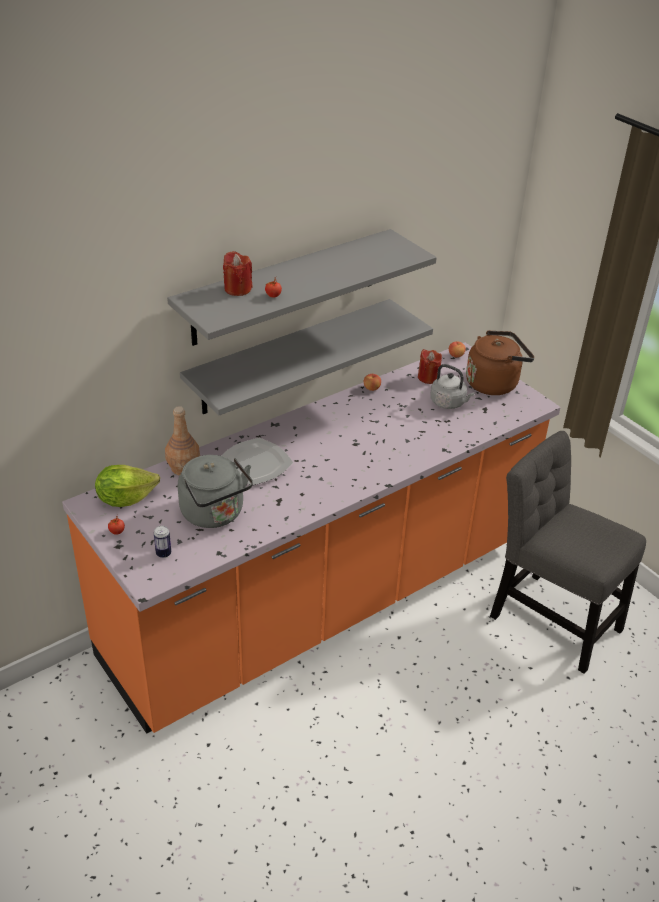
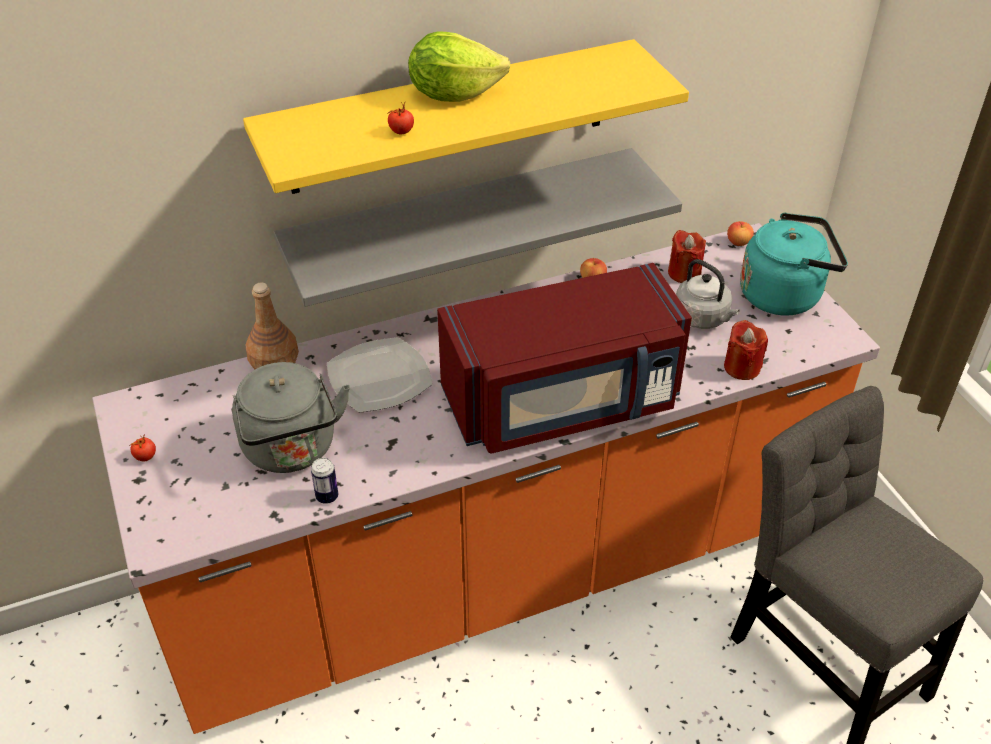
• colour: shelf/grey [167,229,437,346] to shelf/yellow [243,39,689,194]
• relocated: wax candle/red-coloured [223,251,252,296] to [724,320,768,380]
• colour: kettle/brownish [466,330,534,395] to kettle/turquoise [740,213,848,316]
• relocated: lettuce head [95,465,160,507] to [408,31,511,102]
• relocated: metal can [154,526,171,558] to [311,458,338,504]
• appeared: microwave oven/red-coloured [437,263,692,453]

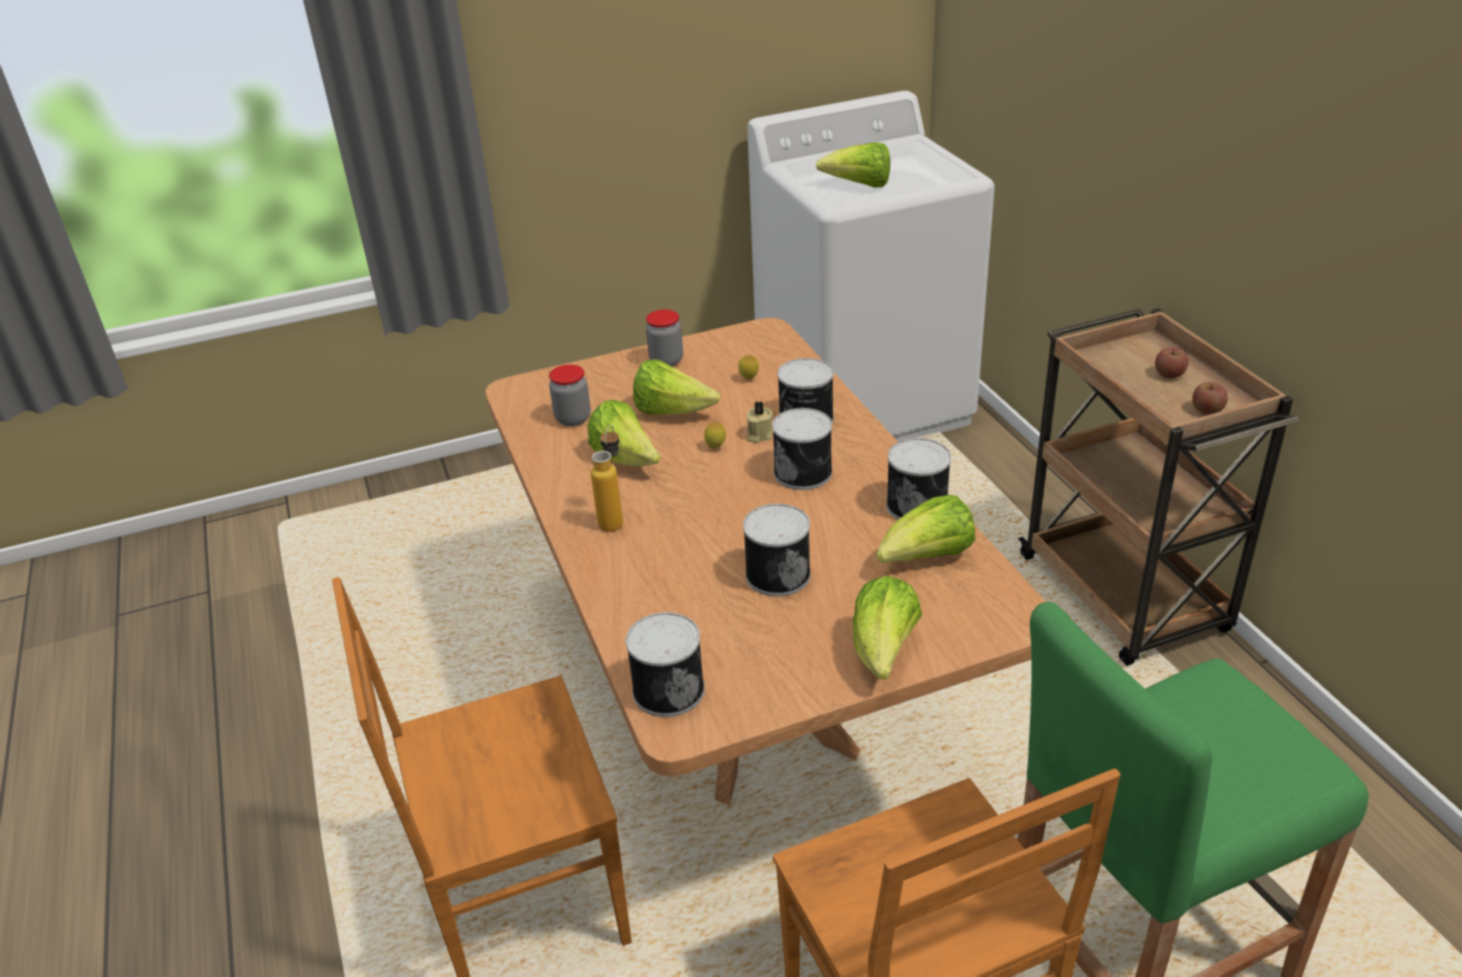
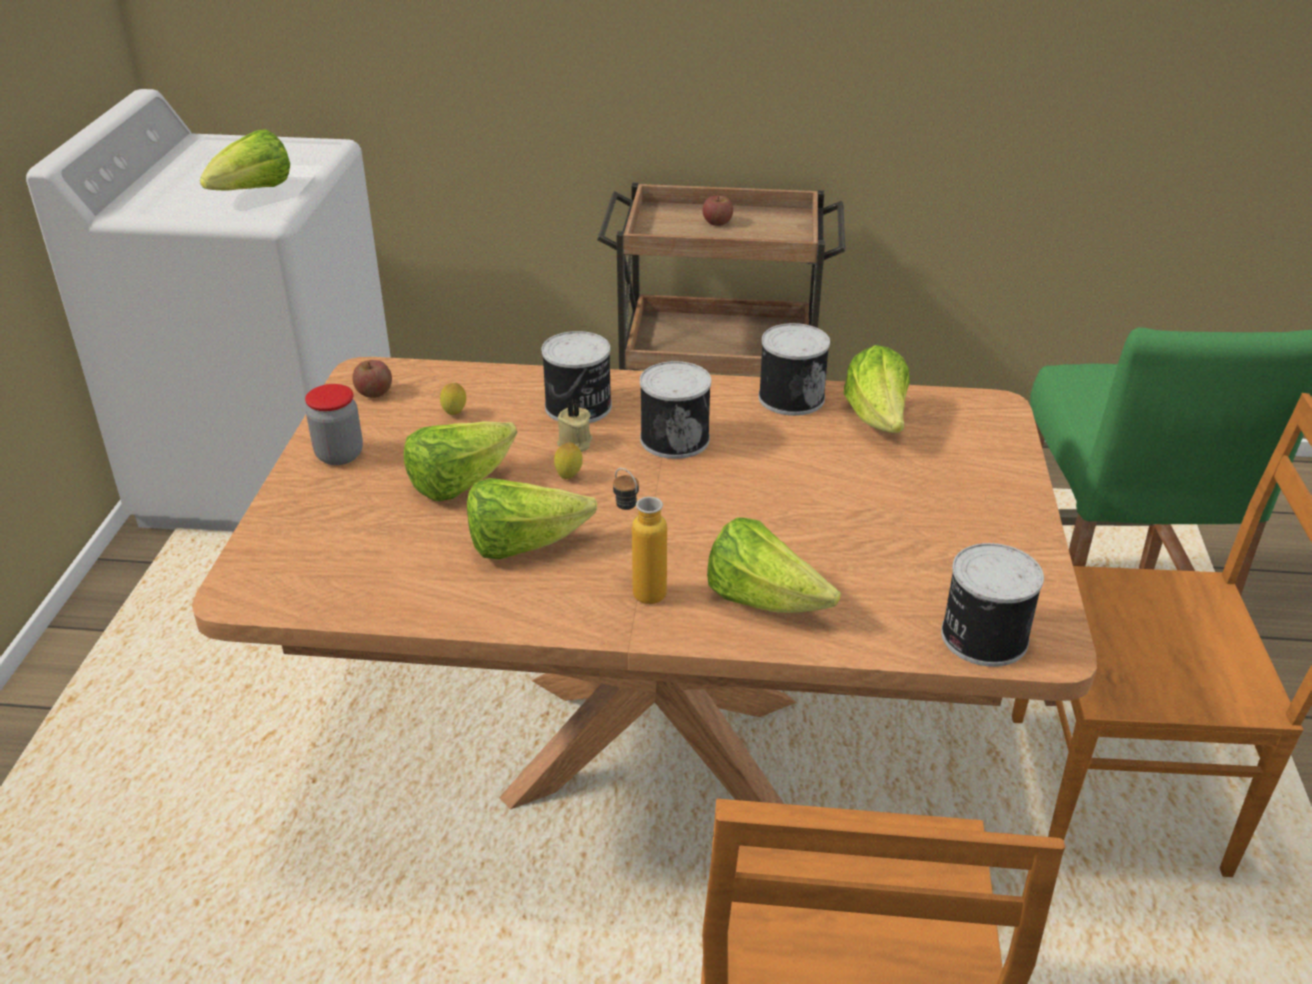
• missing: jar [549,365,591,426]
• relocated: apple fruit [1192,382,1228,415] to [352,360,392,398]
• missing: metal can [743,504,811,596]
• relocated: lettuce head [853,576,922,679] to [707,517,841,613]

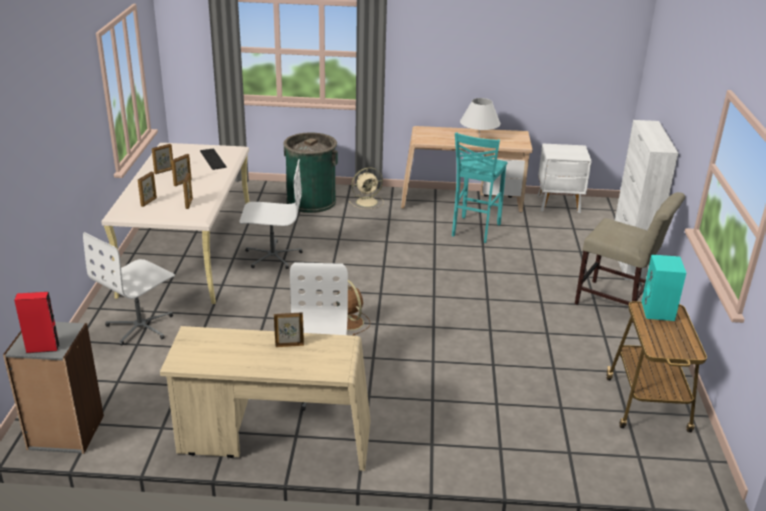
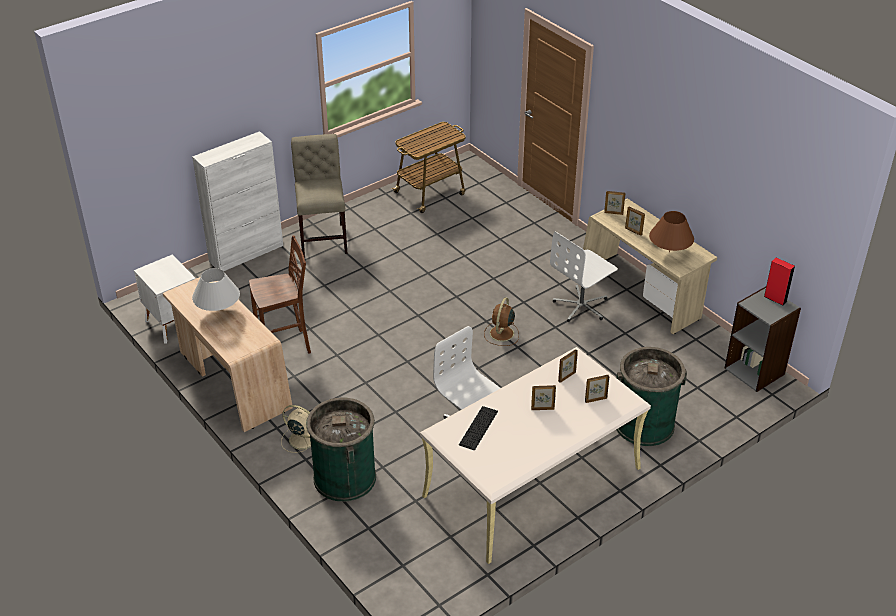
• colour: stool seat/turquoise [452,132,508,243] to stool seat/brownish [249,236,311,354]
• relocated: photo frame [152,144,173,174] to [604,191,625,215]
• exchanged: office chair/whitish [83,232,175,345] to trash can/green [616,347,687,446]
• missing: speaker/turquoise [641,254,686,321]
• appeared: lamp for a table/brownish [649,211,694,252]

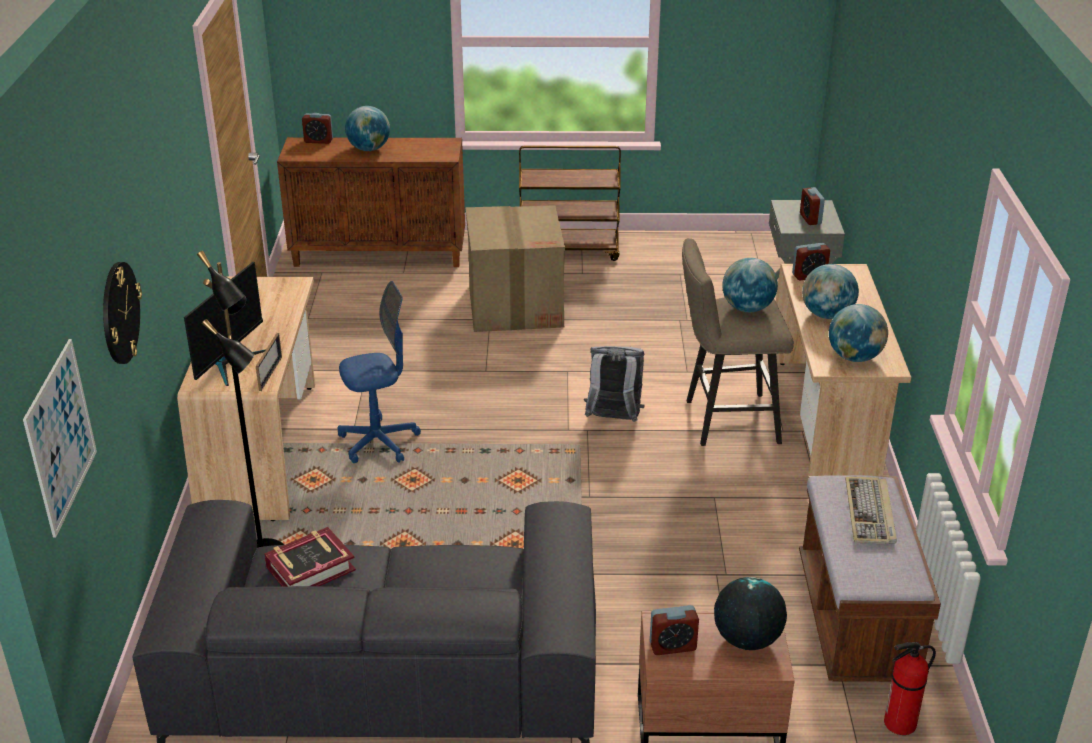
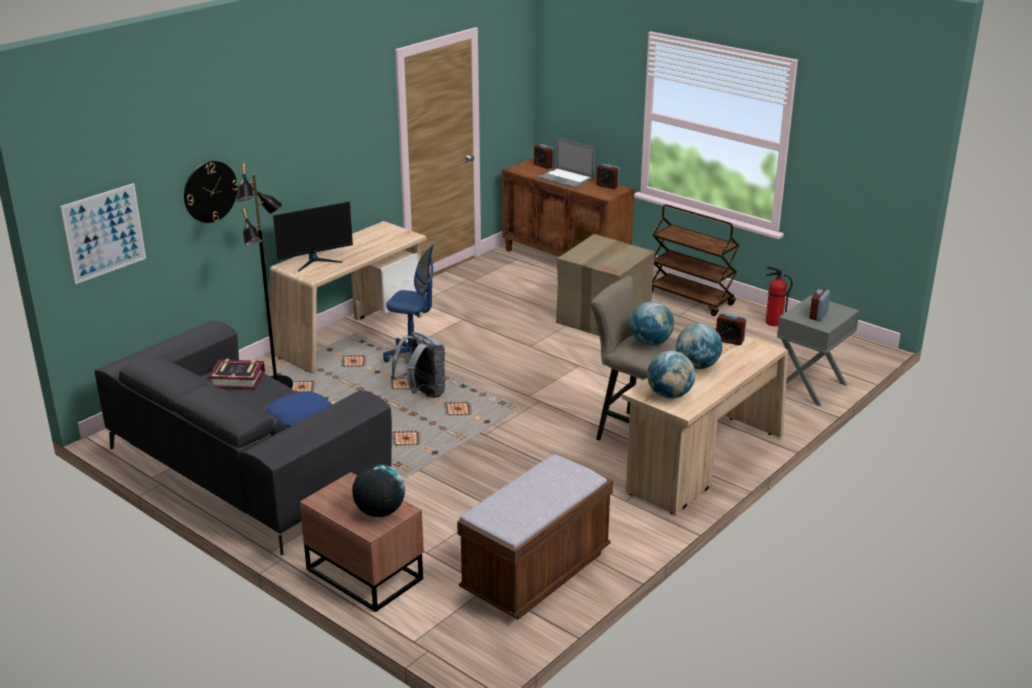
• exchanged: world globe [345,106,390,151] to notebook computer [537,138,595,188]
• missing: photo frame [256,333,282,391]
• relocated: rucksack/grey [584,346,644,422] to [391,332,445,398]
• missing: computer keyboard [845,477,897,544]
• relocated: alarm clock [650,605,699,655] to [596,164,619,189]
• relocated: fire-fighting cylinder [884,642,936,735] to [765,267,793,326]
• appeared: throw pillow/blue [266,392,333,427]

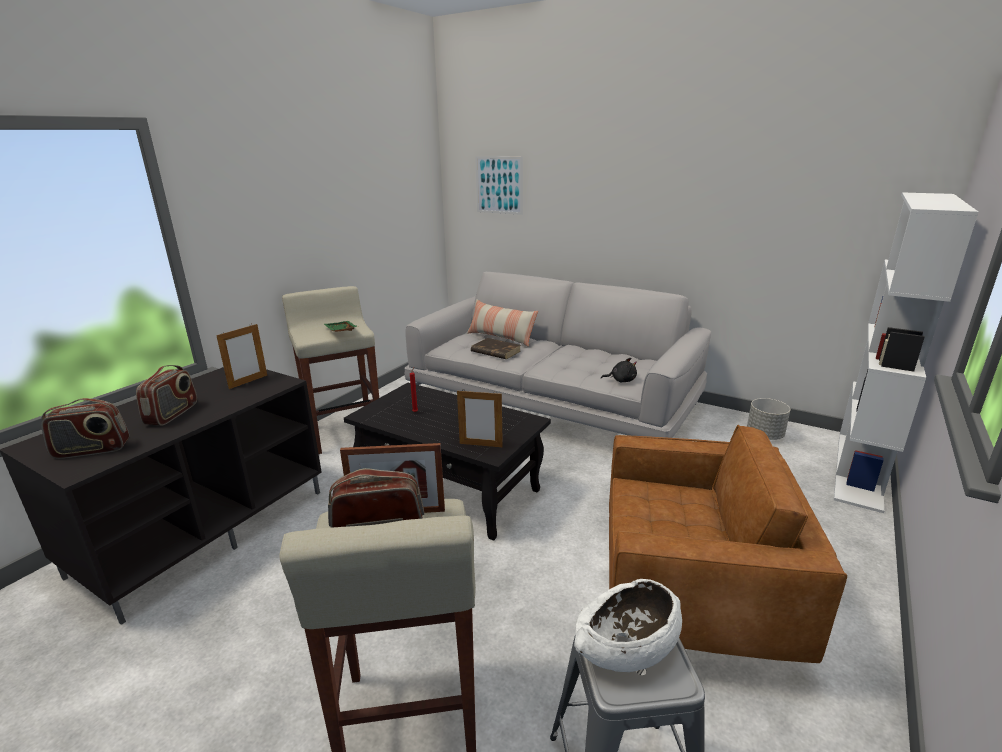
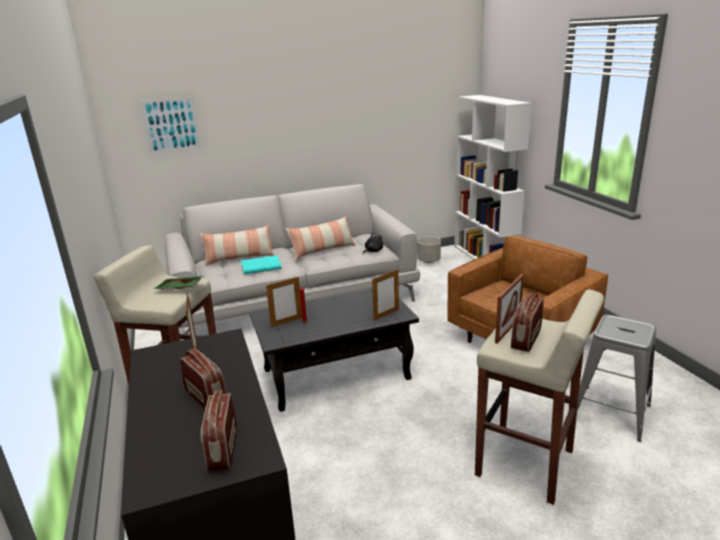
• colour: bound book/brownish [471,338,521,359] to bound book/turquoise [241,255,282,274]
• spun: radio [41,398,129,459] = [201,390,237,472] 150 degrees clockwise
• missing: bowl/whitish [574,579,682,672]
• appeared: throw pillow [285,216,356,261]
• appeared: photo frame [266,277,302,327]

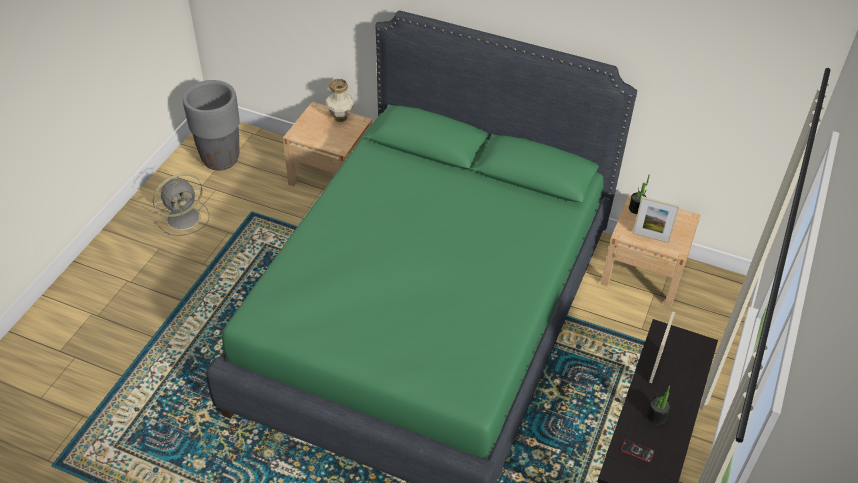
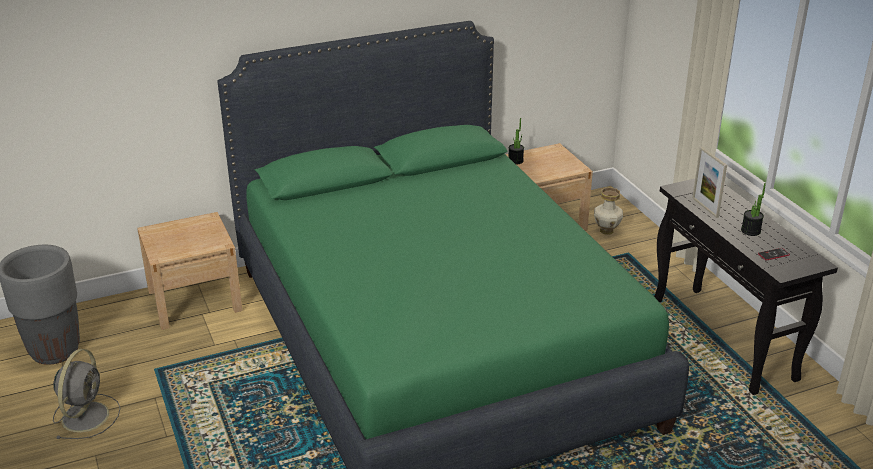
• relocated: vase [325,79,354,122] to [594,187,623,235]
• missing: photo frame [633,196,679,243]

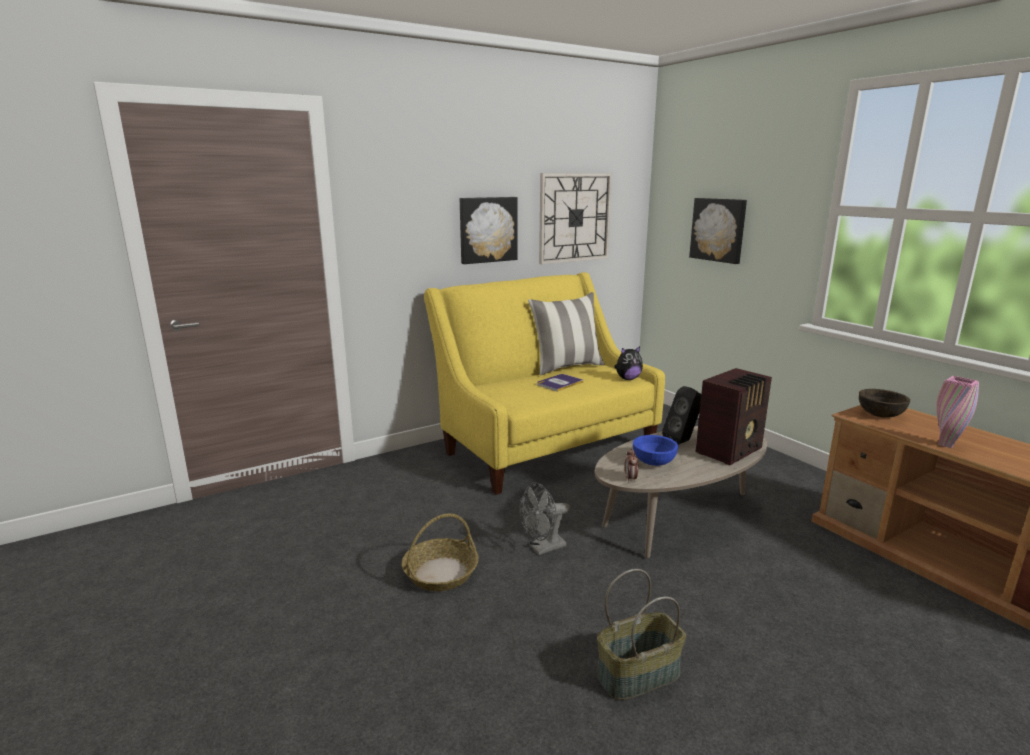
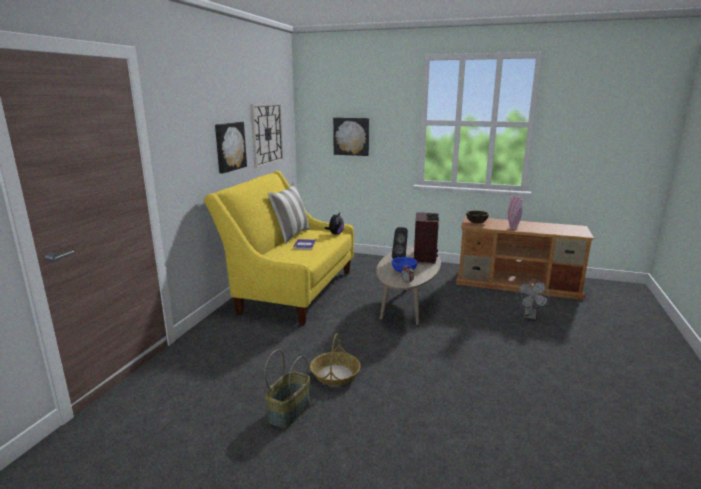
• relocated: fan/grey [519,482,570,555] to [516,279,551,319]
• relocated: household basket [597,569,686,700] to [264,349,310,428]

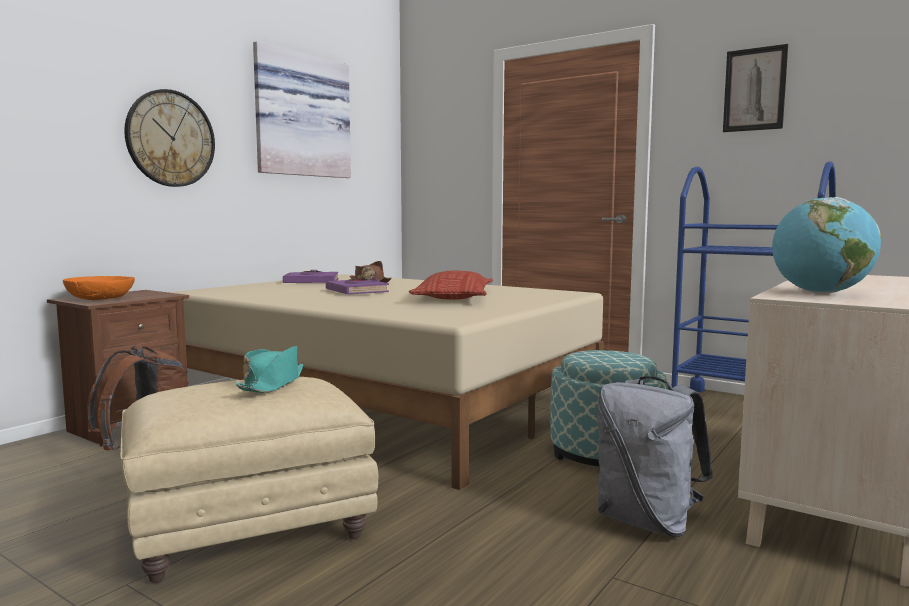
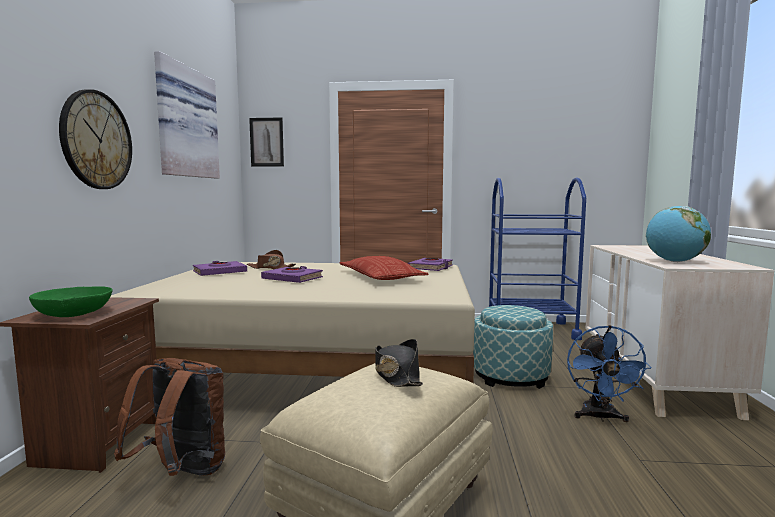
• relocated: wall picture [723,44,788,132] to [249,117,284,167]
• colour: bowl/orange [63,276,135,300] to bowl/green [29,286,113,317]
• colour: clothing hat/turquoise [236,346,303,393] to clothing hat/black-coloured [375,339,423,387]
• exchanged: rucksack/grey [597,376,713,537] to fan/blue [567,325,652,422]
• appeared: bound book/purplish [408,258,453,271]

